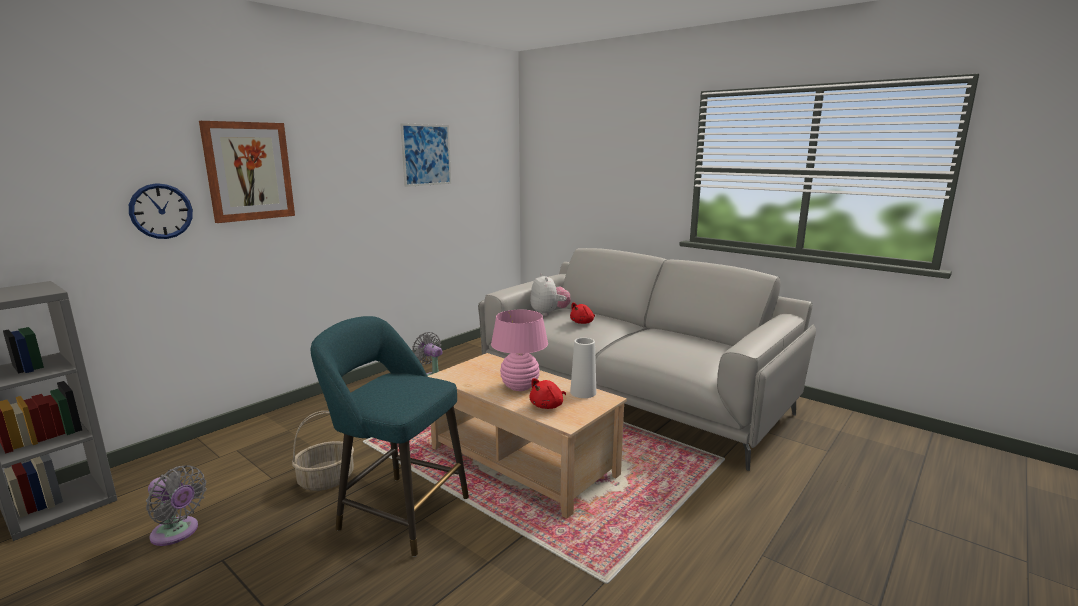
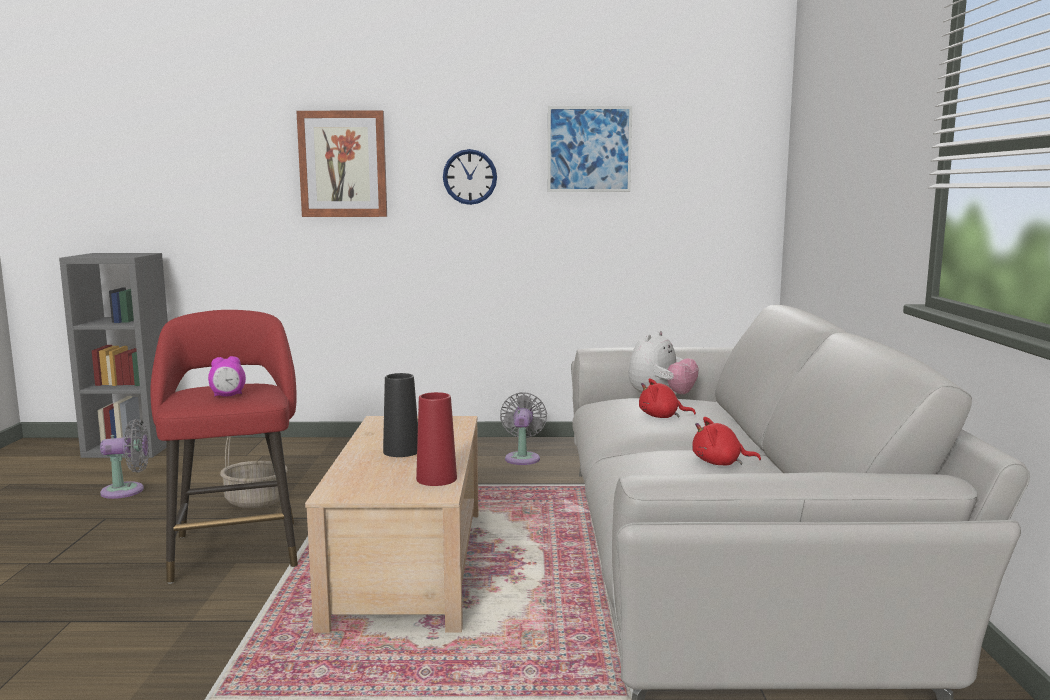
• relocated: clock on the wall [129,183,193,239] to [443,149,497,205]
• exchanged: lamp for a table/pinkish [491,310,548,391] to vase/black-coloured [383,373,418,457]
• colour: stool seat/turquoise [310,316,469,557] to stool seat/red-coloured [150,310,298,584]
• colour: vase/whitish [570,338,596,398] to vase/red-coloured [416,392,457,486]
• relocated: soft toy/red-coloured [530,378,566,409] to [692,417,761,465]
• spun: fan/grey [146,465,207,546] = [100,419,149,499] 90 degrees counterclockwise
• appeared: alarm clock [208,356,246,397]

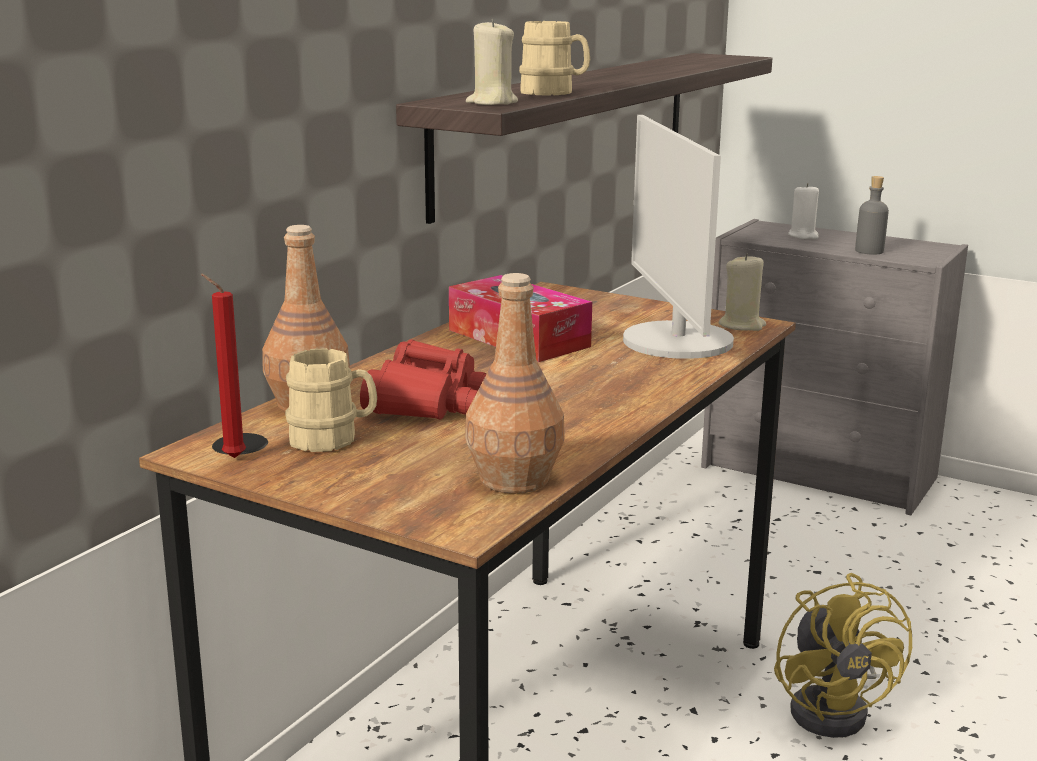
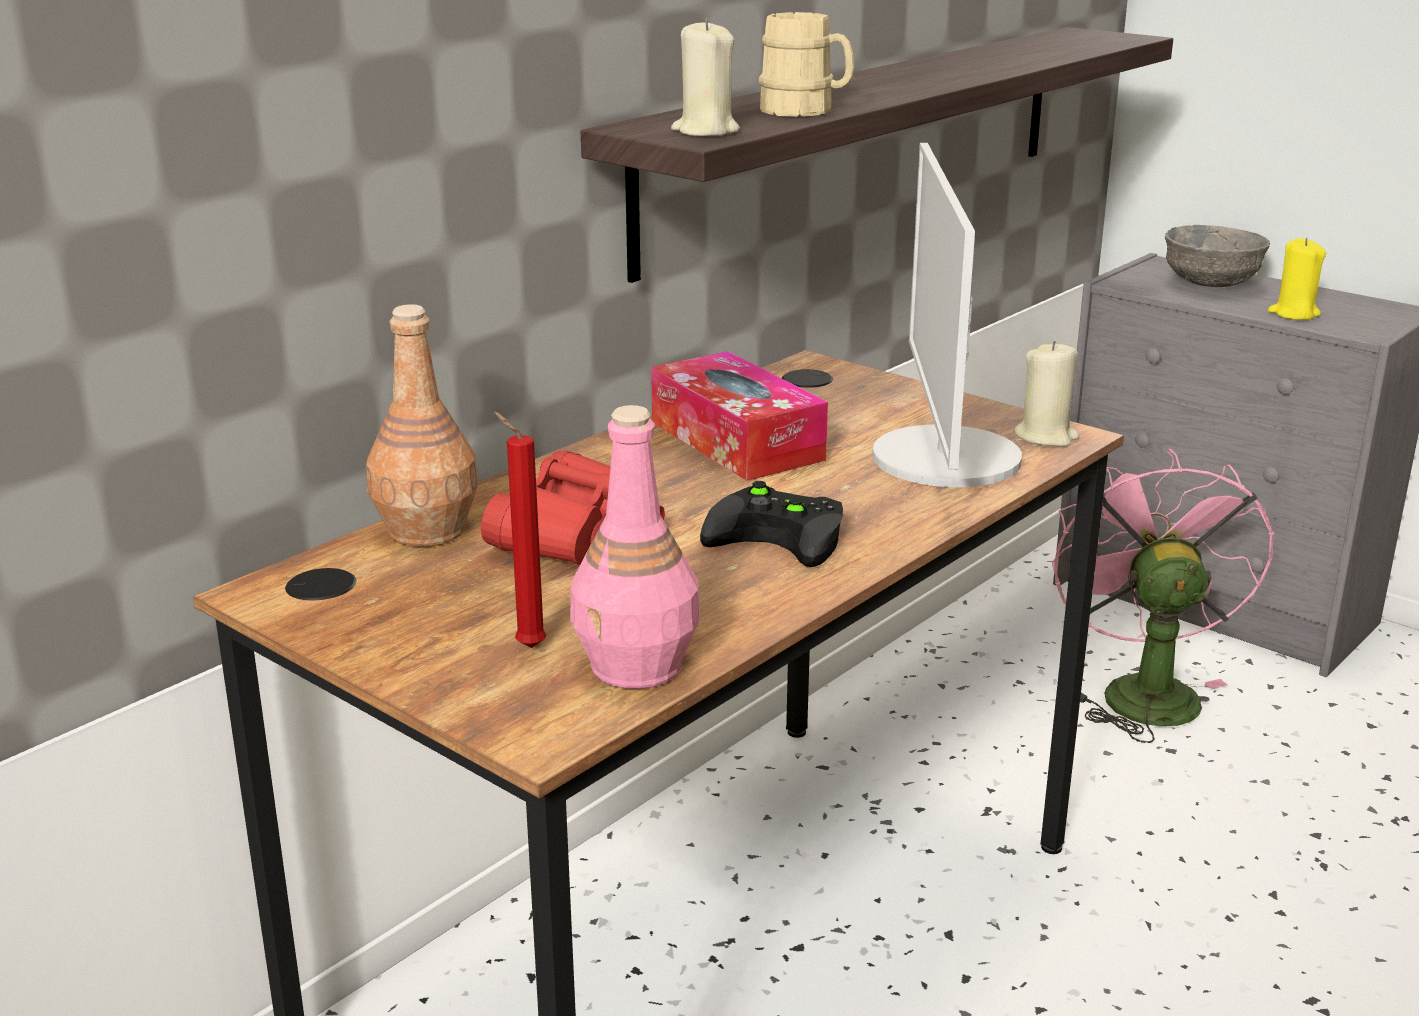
• exchanged: bottle/grey [855,176,889,255] to wax candle/yellow [1268,238,1326,320]
• exchanged: wax candle/whitish [788,183,819,239] to bowl/grey [1165,225,1270,287]
• colour: bottle/brownish [465,273,565,494] to bottle/pinkish [570,405,700,689]
• relocated: wax candle/red-coloured [201,274,246,458] to [493,412,547,648]
• missing: coffee mug/sand-coloured [285,348,377,452]
• missing: fan/yellow [774,573,912,738]
• appeared: fan/pinkish [1052,449,1274,743]
• appeared: joypad/black-coloured [700,481,843,567]

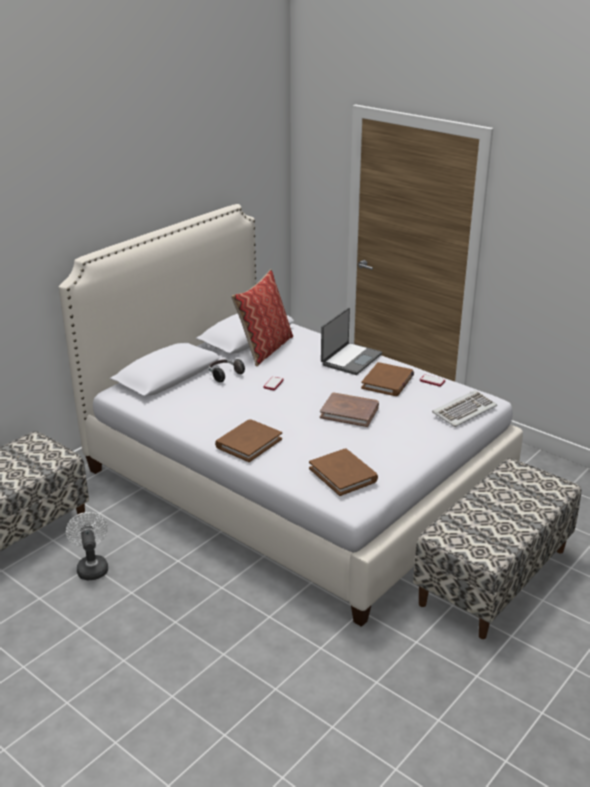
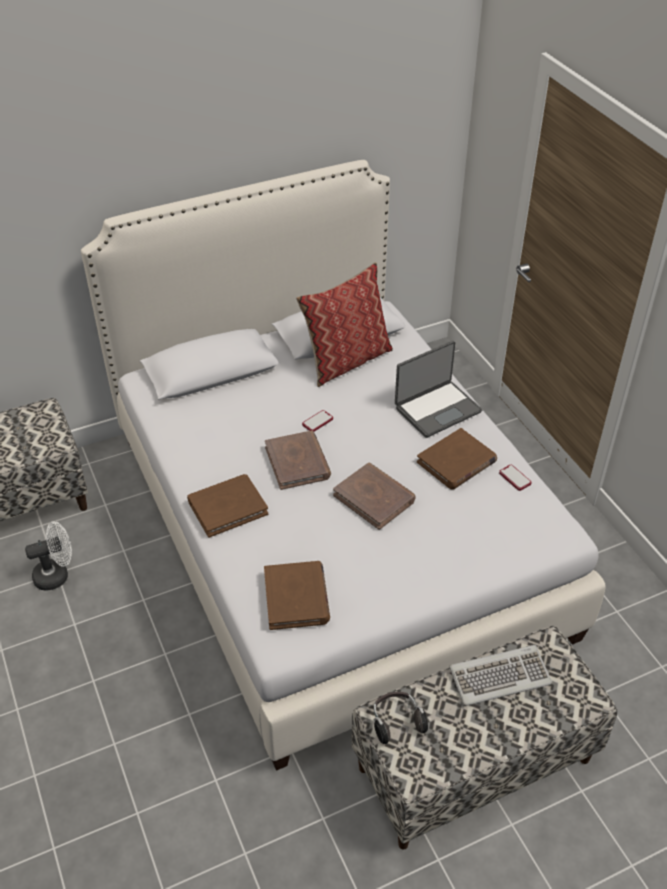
• relocated: pair of headphones [209,359,245,383] to [374,692,428,744]
• relocated: computer keyboard [432,390,497,427] to [449,645,552,706]
• spun: fan/whitish [66,512,108,580] = [25,521,72,591] 60 degrees clockwise
• appeared: bound book/brownish [265,431,331,490]

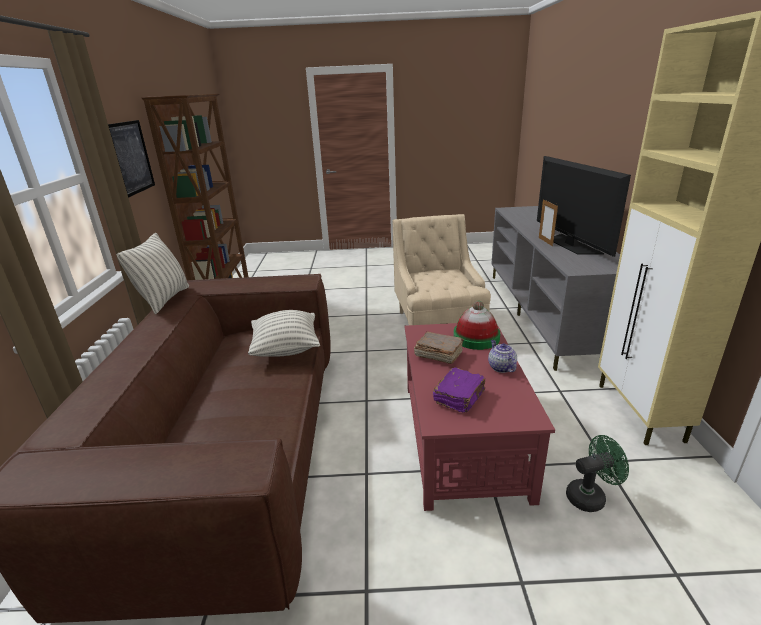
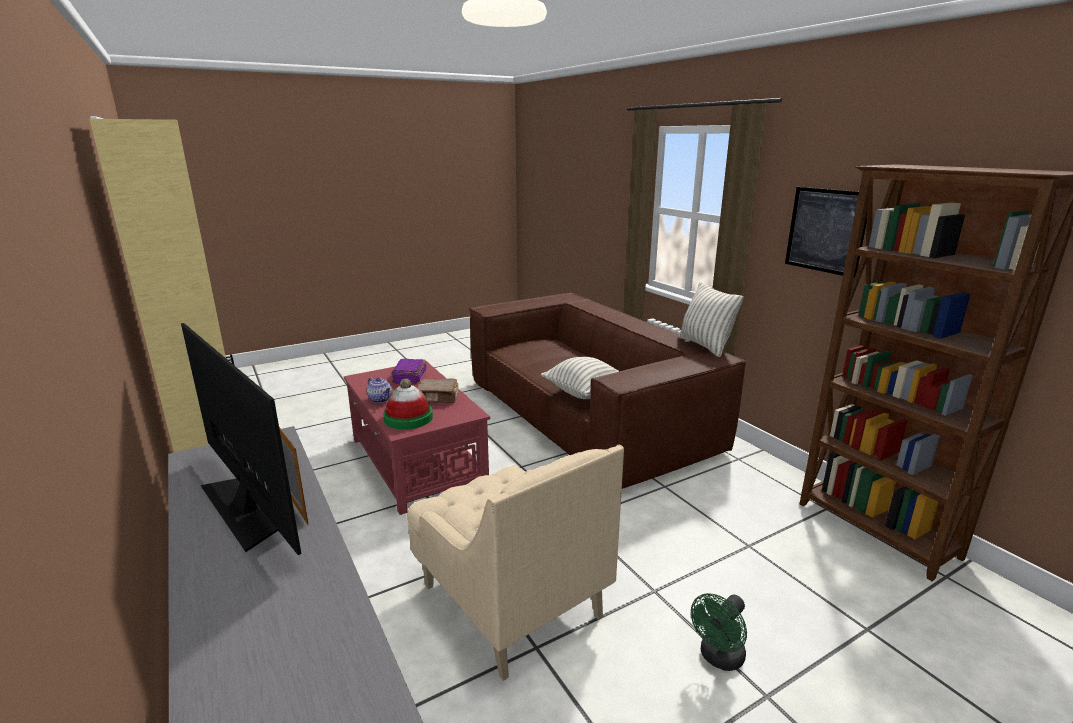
• relocated: fan/green [566,435,629,512] to [691,593,747,671]

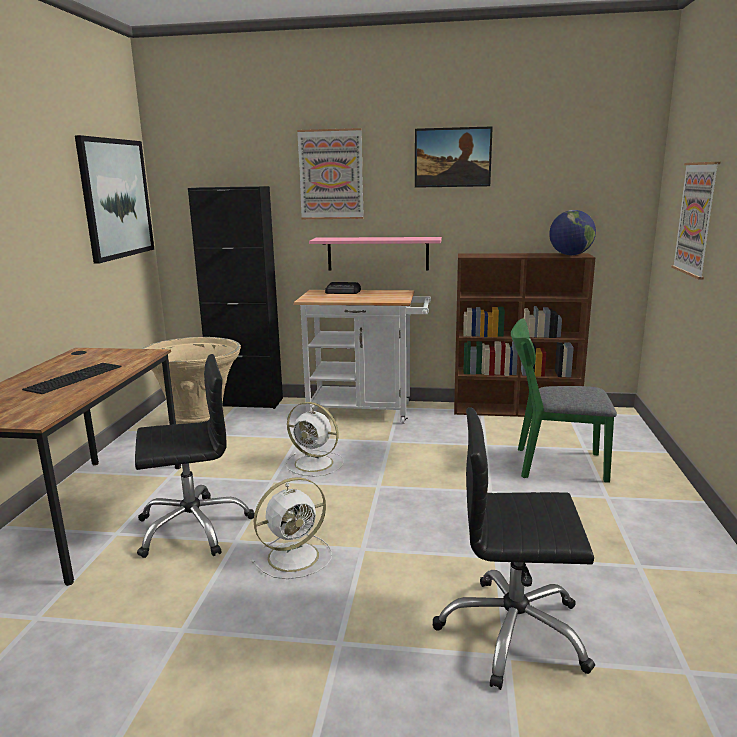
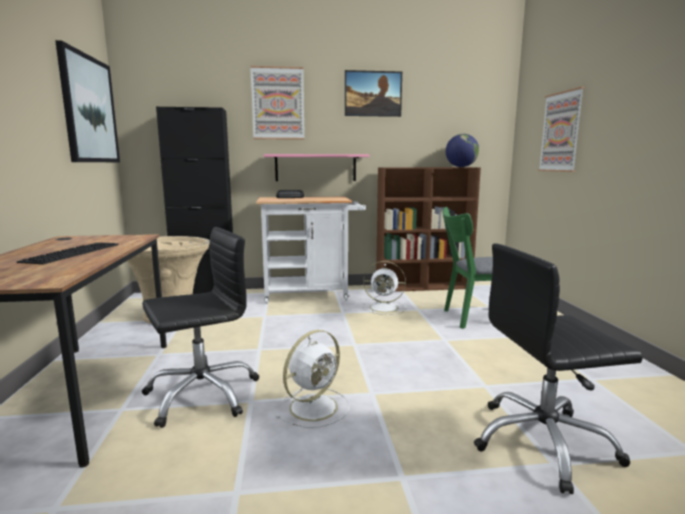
• relocated: fan/whitish [285,402,344,477] to [363,261,406,315]

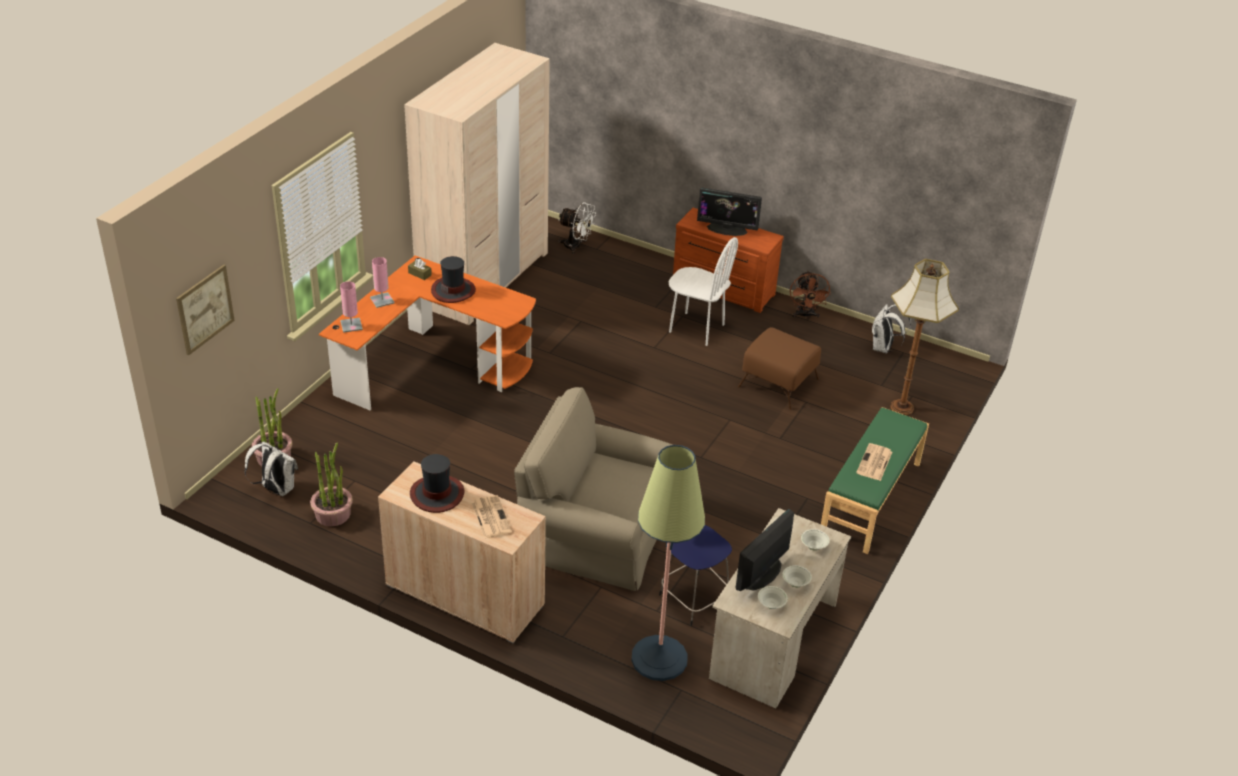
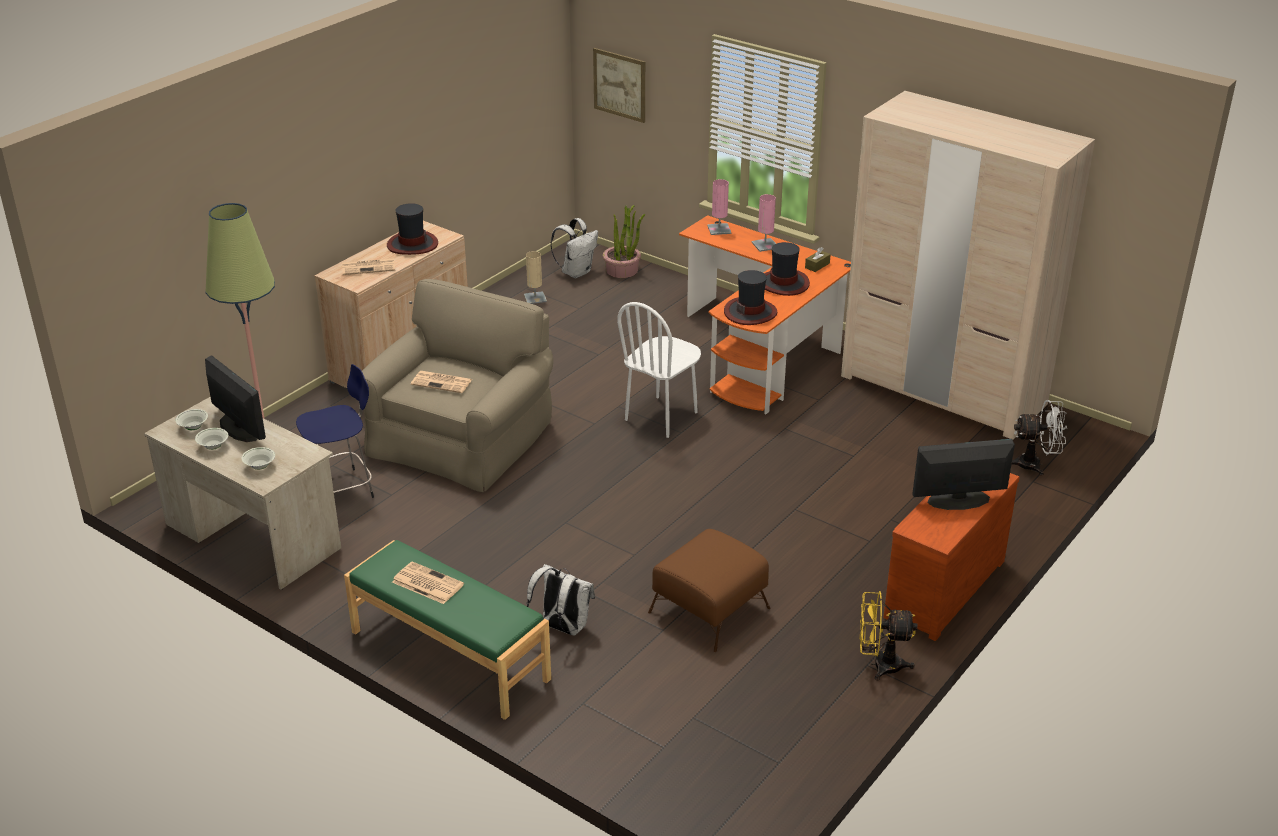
• spun: computer screen [697,187,762,236] = [912,439,1015,510] 60 degrees clockwise
• spun: fan/whitish [558,202,596,254] = [1012,400,1067,476] 120 degrees counterclockwise
• relocated: plain chair/whitish [669,237,738,346] to [617,302,701,438]
• missing: standard lamp [891,259,959,415]
• colour: fan/brownish [790,271,831,318] to fan/yellow [860,591,918,680]
• relocated: rucksack/whitish [872,304,911,353] to [526,564,595,635]
• exchanged: potted plant [310,442,353,526] to lamp for a table/sand-coloured [524,251,547,304]
• appeared: clothing hat [724,270,778,325]
• appeared: daily paper [411,371,472,393]

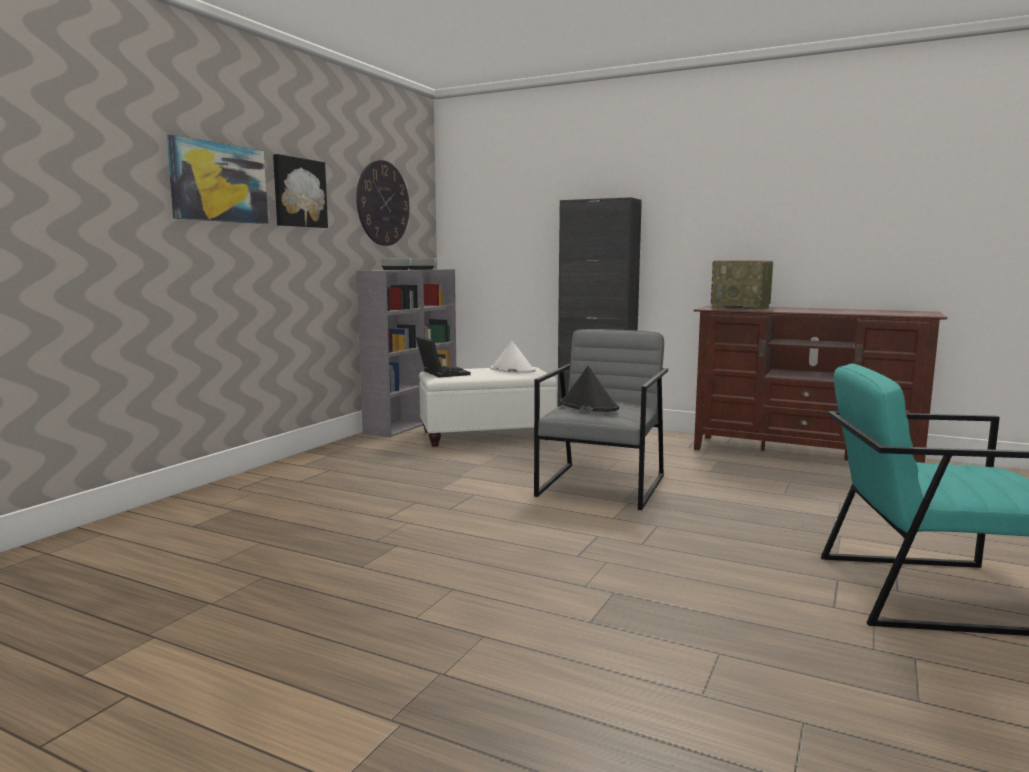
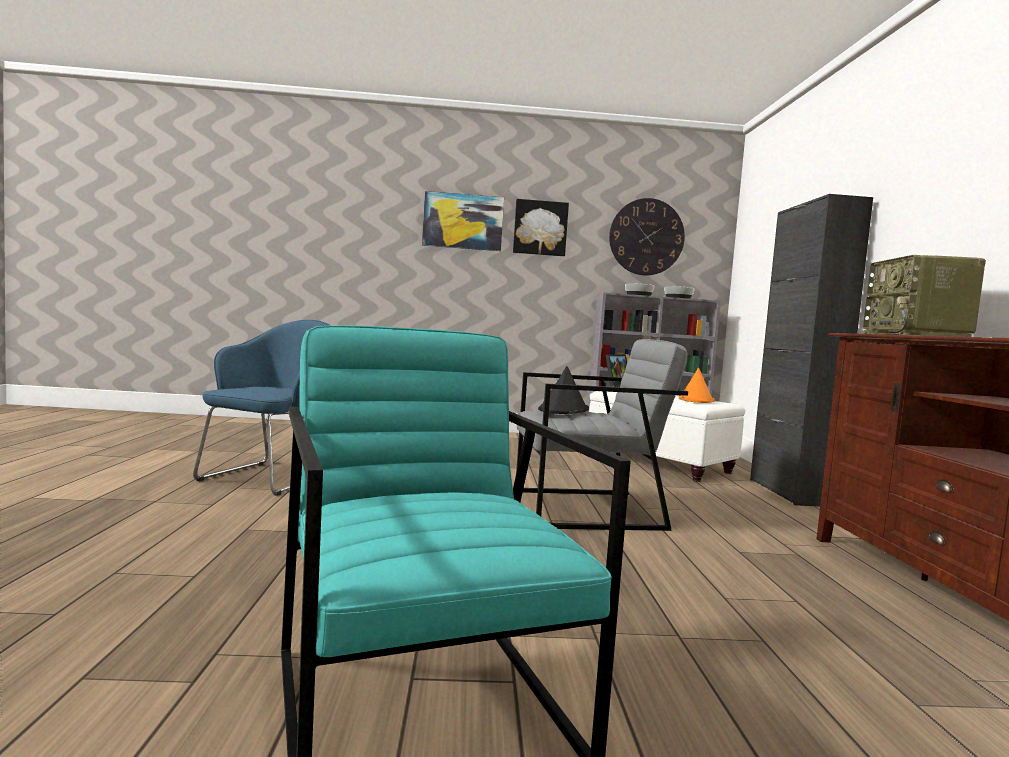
• colour: clothing hat/whitish [491,340,536,373] to clothing hat/orange [678,368,715,403]
• appeared: lounge chair/blue [193,320,330,496]

